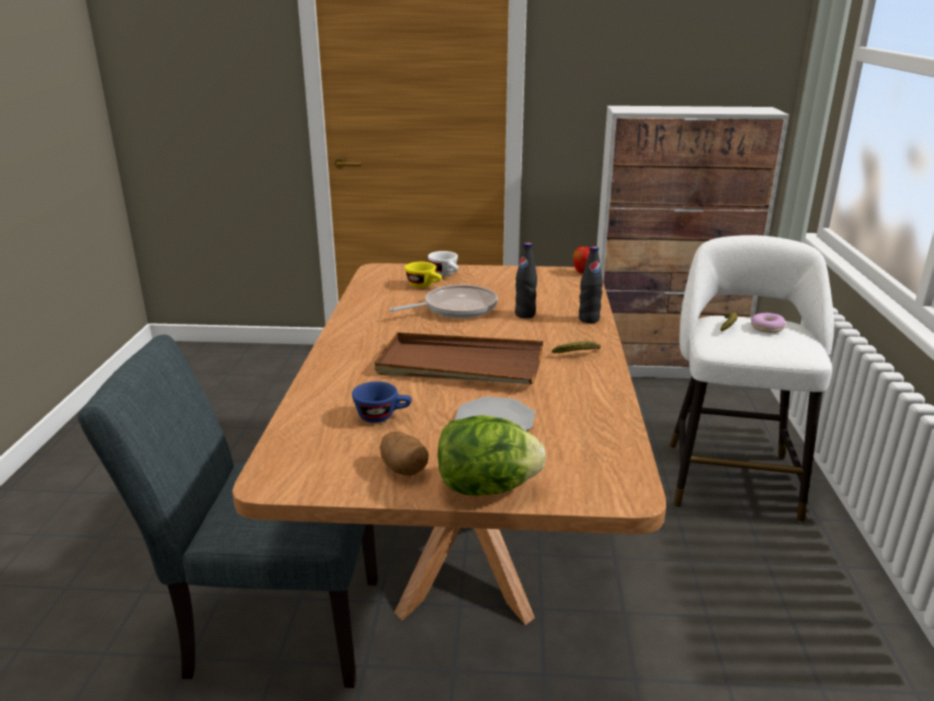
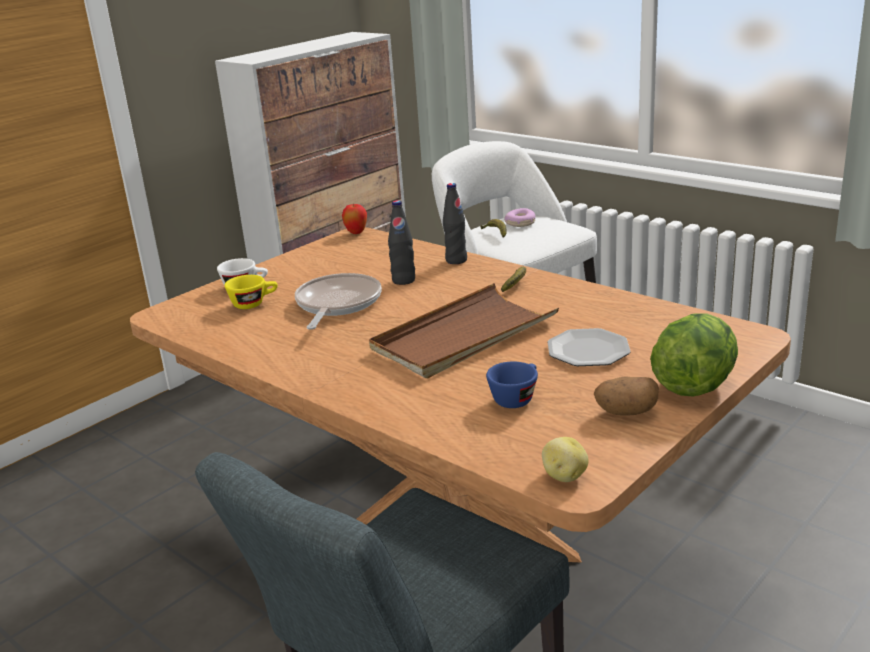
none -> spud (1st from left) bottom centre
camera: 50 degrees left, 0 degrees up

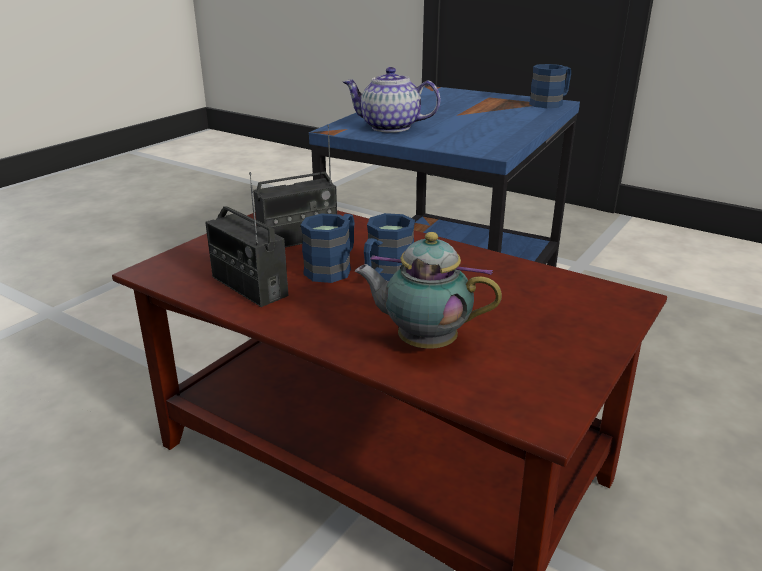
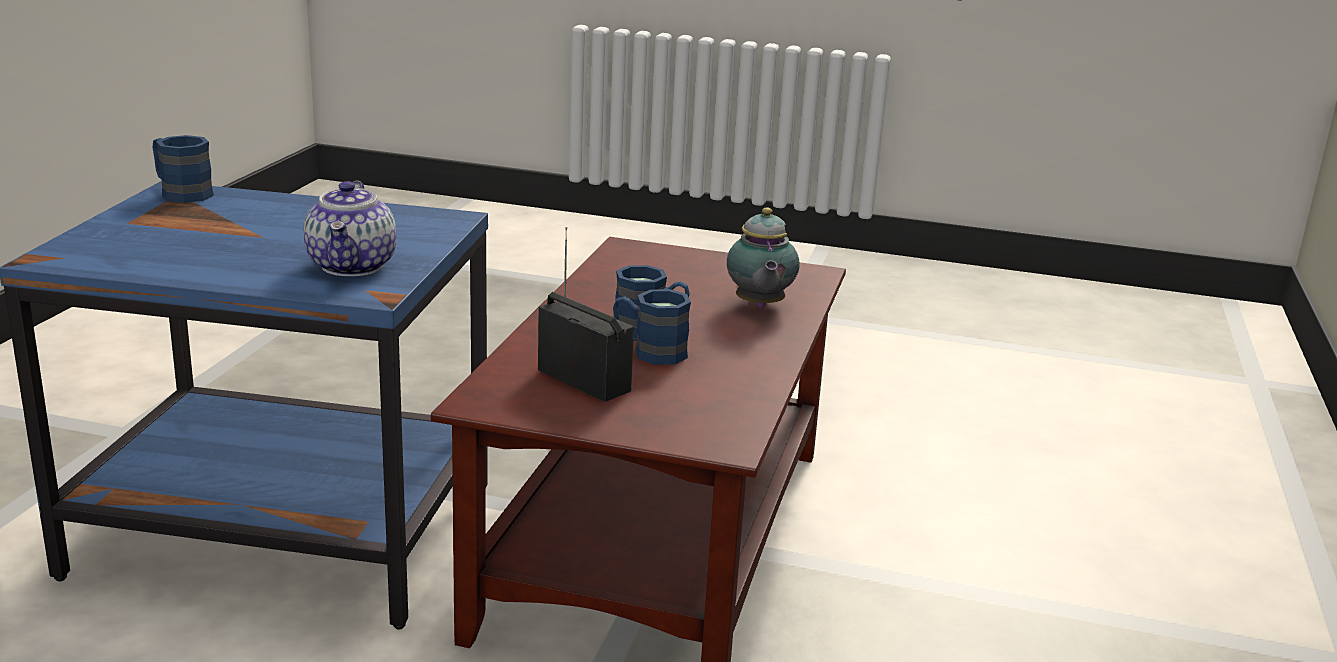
radio receiver (1st from left) middle left -> none
camera: 110 degrees left, 5 degrees down

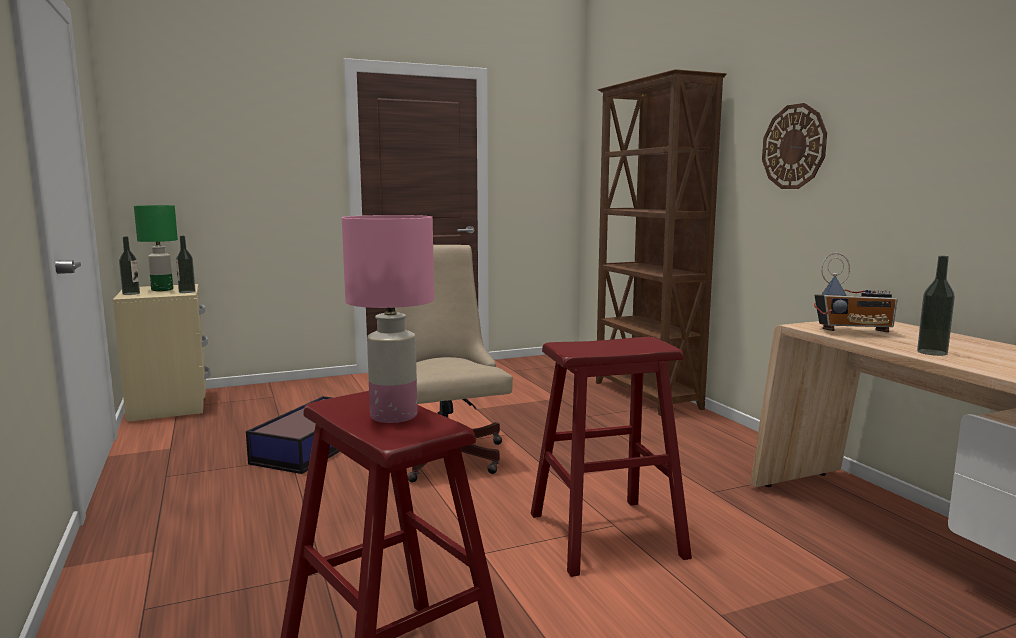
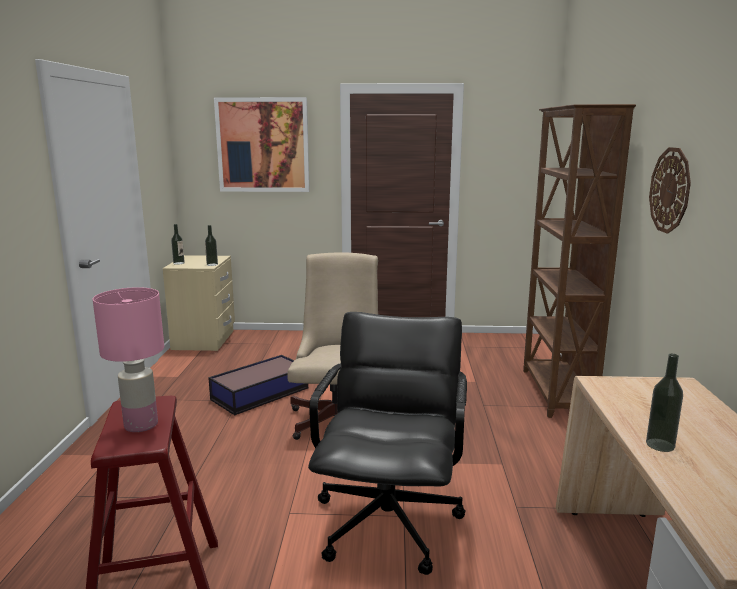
tabletop lamp (greenish) middle left -> none
radio receiver middle right -> none
none -> wall picture top centre
stool (red-coloured) (2nd from left) bottom centre -> computer chair (black) bottom centre
camera: 25 degrees right, 5 degrees up

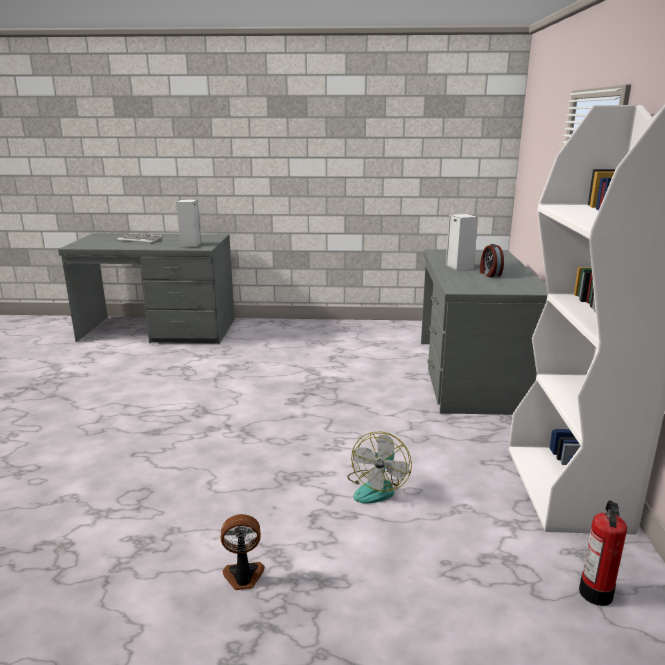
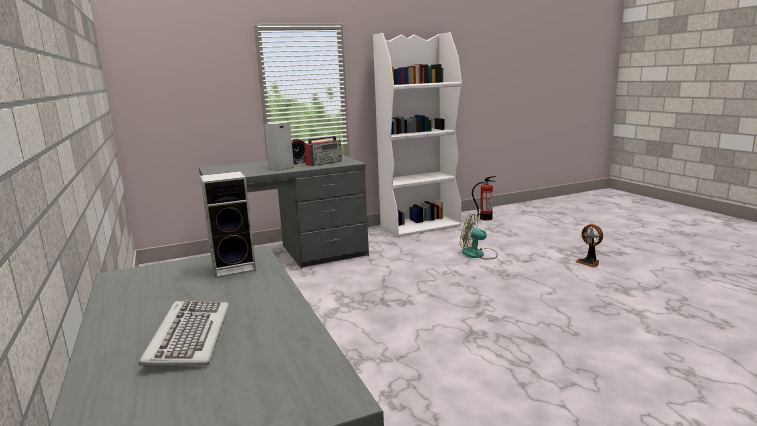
none -> radio receiver centre
fan (2nd from left in the first image) bottom centre -> fan (1st from left) centre, 150 degrees counterclockwise
camera: 115 degrees left, 5 degrees down

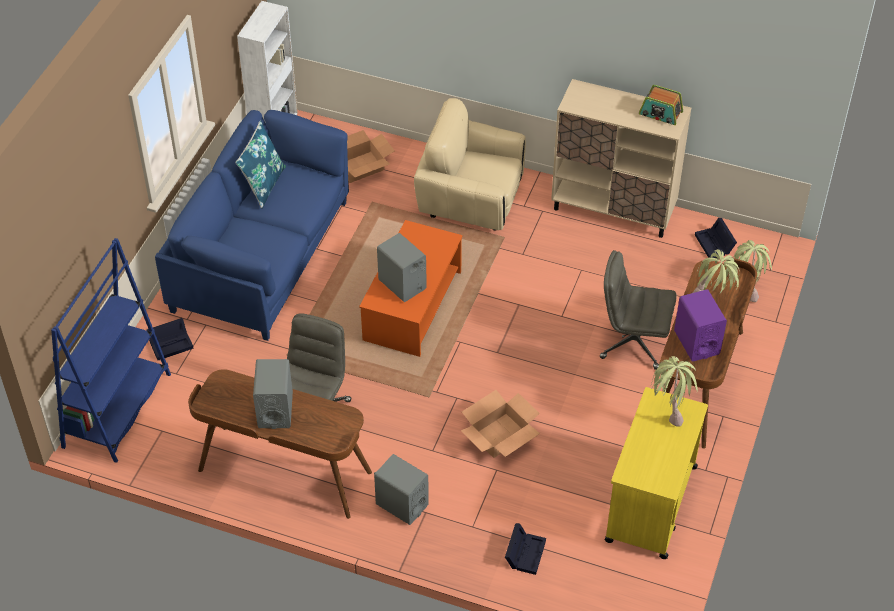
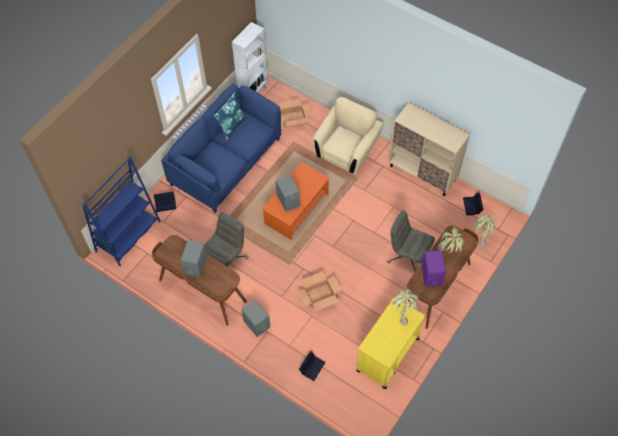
radio receiver top right -> none
easy chair (beige) top centre, 90 degrees clockwise
camera: 15 degrees right, 10 degrees up

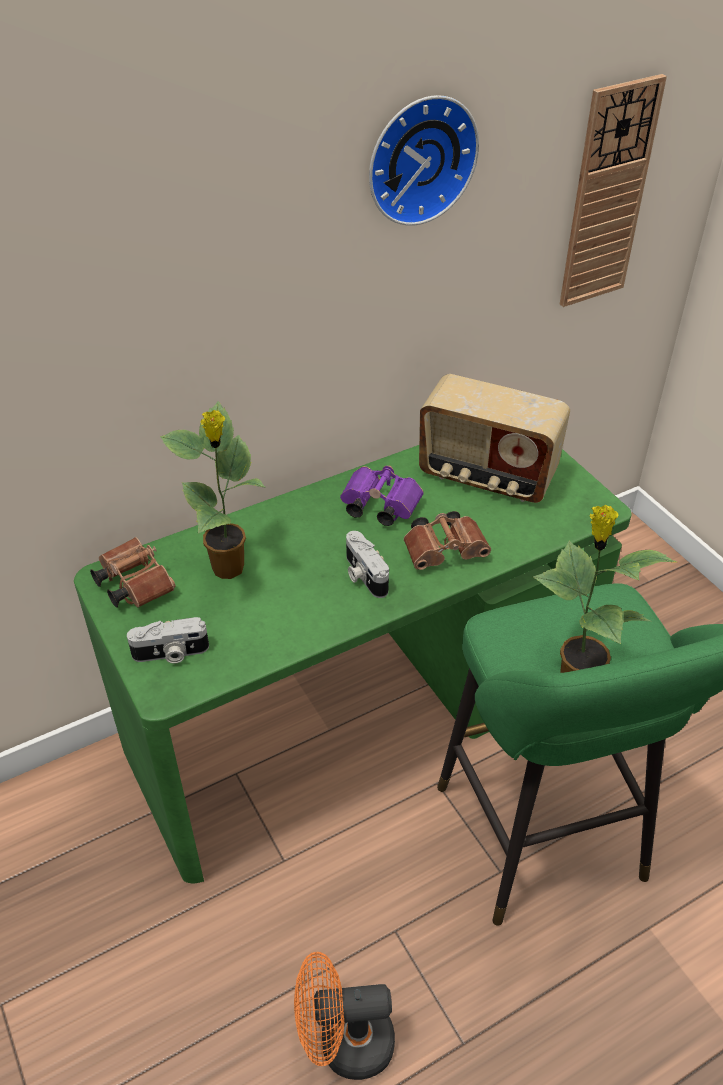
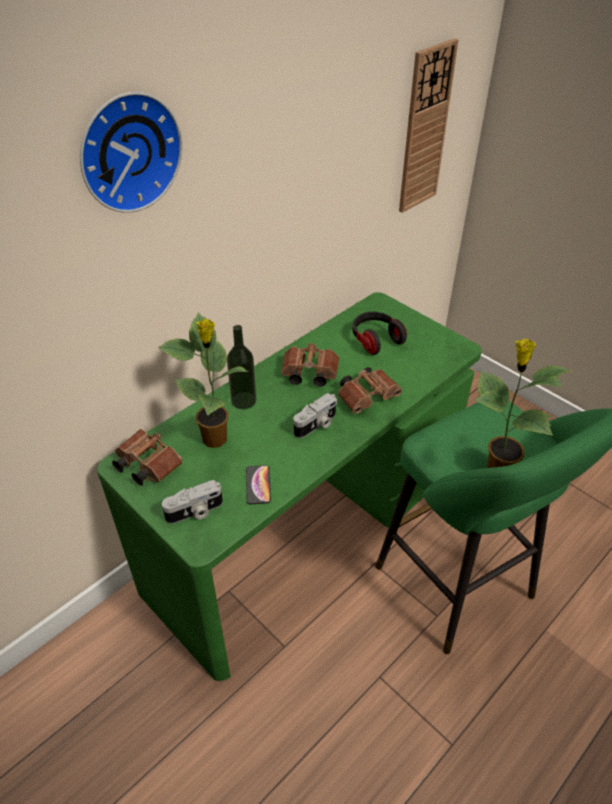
fan (orangey) bottom centre -> none
none -> drink bottle centre
none -> handset centre
hanging clock (1st from left) top centre -> hanging clock (1st from left) top left, moved
radio receiver middle right -> headphones centre
field glasses (purple) centre -> field glasses (brownish) (2nd from left) centre
photo camera (2nd from left) centre, 90 degrees counterclockwise
camera: 15 degrees left, 0 degrees up

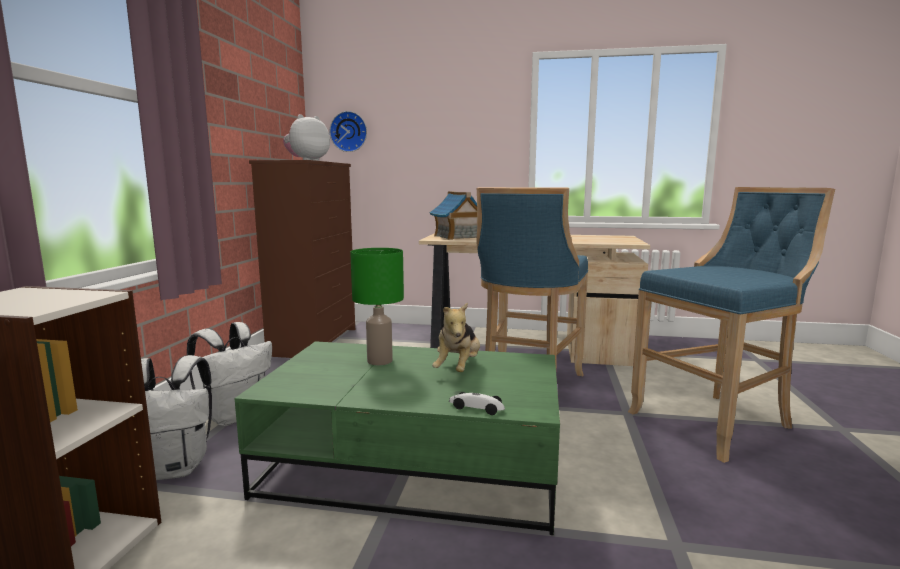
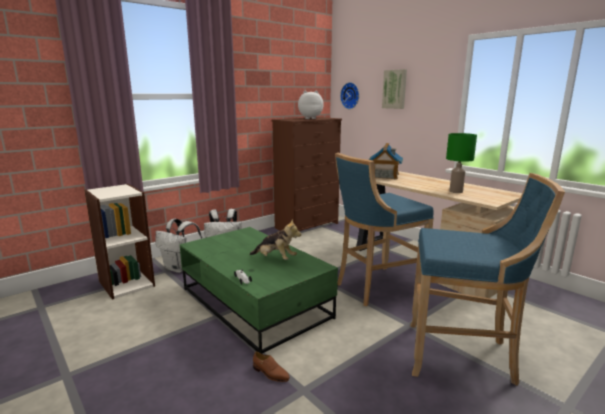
none -> shoe (brownish) bottom centre
none -> wall picture top centre
tabletop lamp (greenish) centre -> tabletop lamp (greenish) middle right, moved
plush toy (2nd from left in the first image) centre -> plush toy (1st from left) centre, 120 degrees counterclockwise
camera: 40 degrees right, 5 degrees up

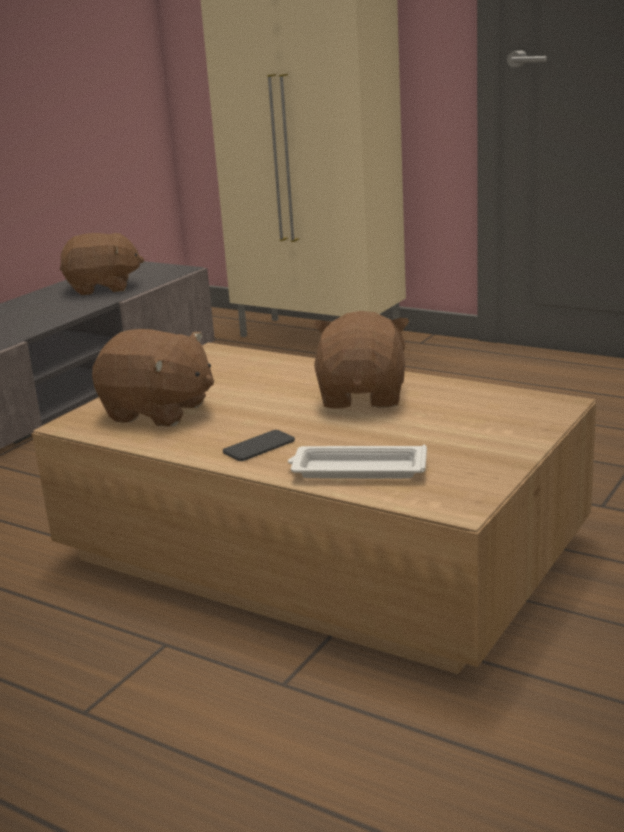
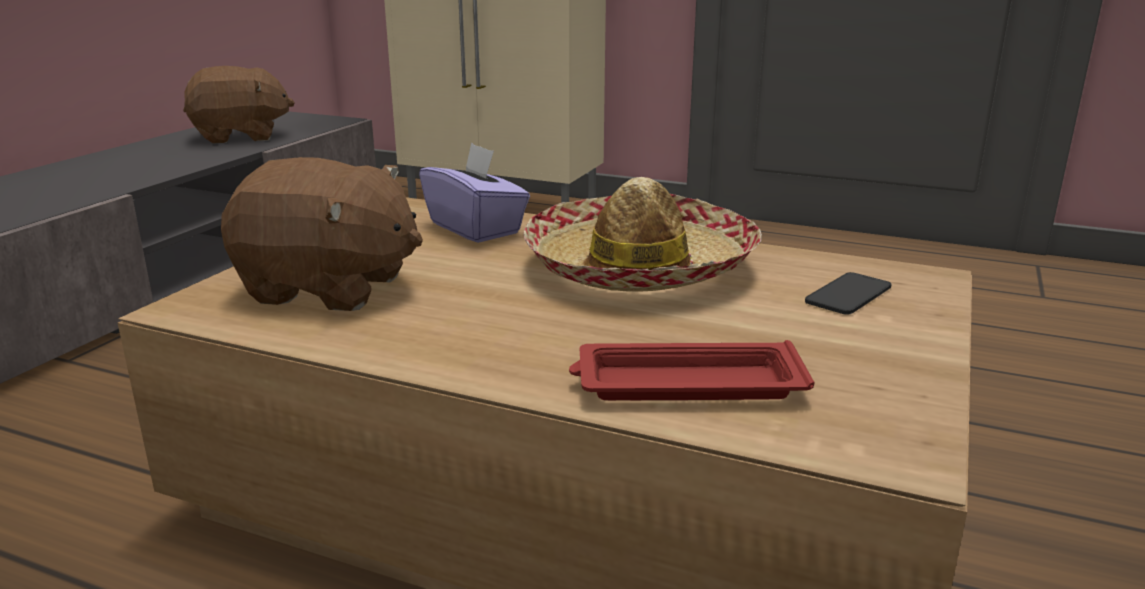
none -> tissue holder (purple) top centre
handset centre -> handset middle right, moved
plush toy (brownish) (3rd from left) centre -> clothing hat centre
tray (white) centre -> tray (red-coloured) centre
camera: 10 degrees left, 0 degrees up

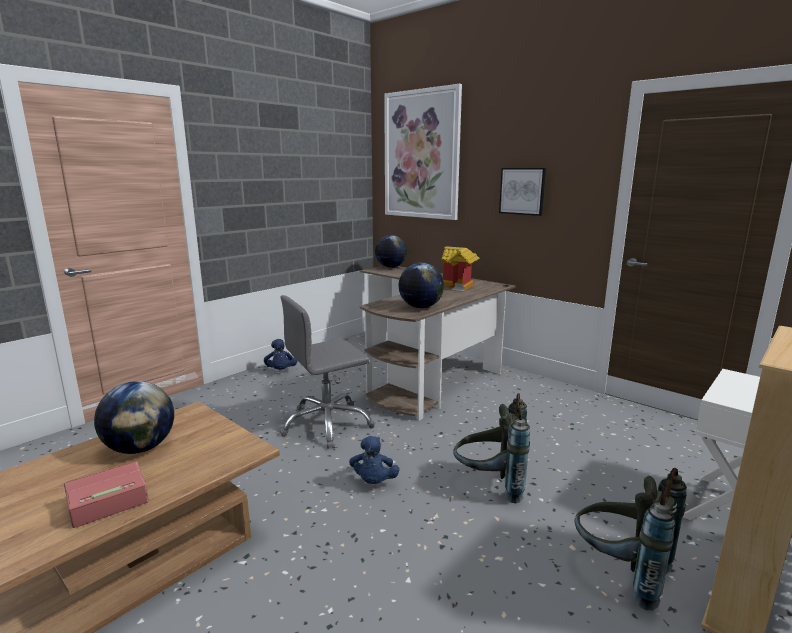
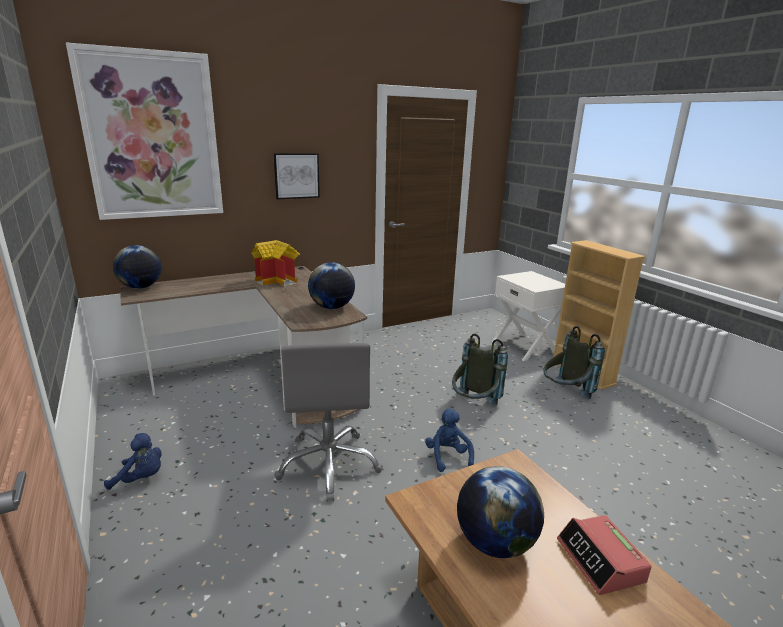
plush toy (bluish) (2nd from left) bottom centre, 120 degrees counterclockwise
camera: 70 degrees left, 5 degrees up

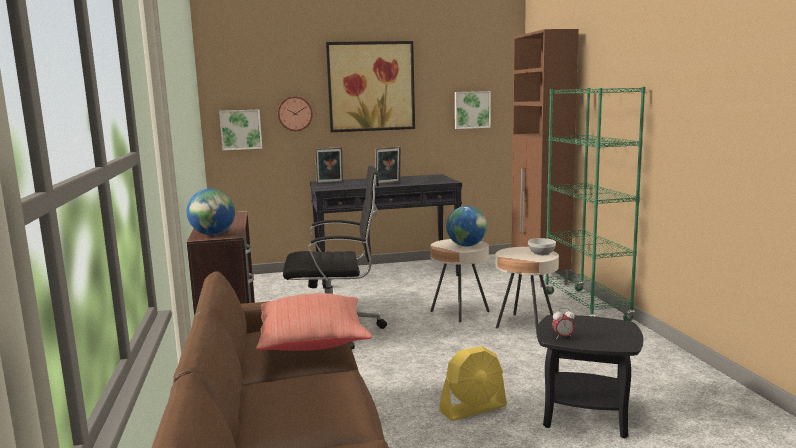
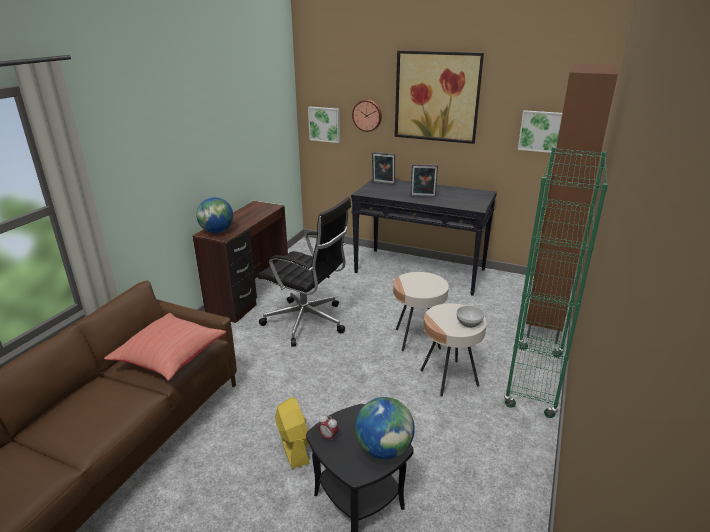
desk globe (2nd from left) centre -> desk globe (2nd from left) bottom centre, moved
fan (yellow) bottom centre, 120 degrees counterclockwise
camera: 35 degrees right, 15 degrees up

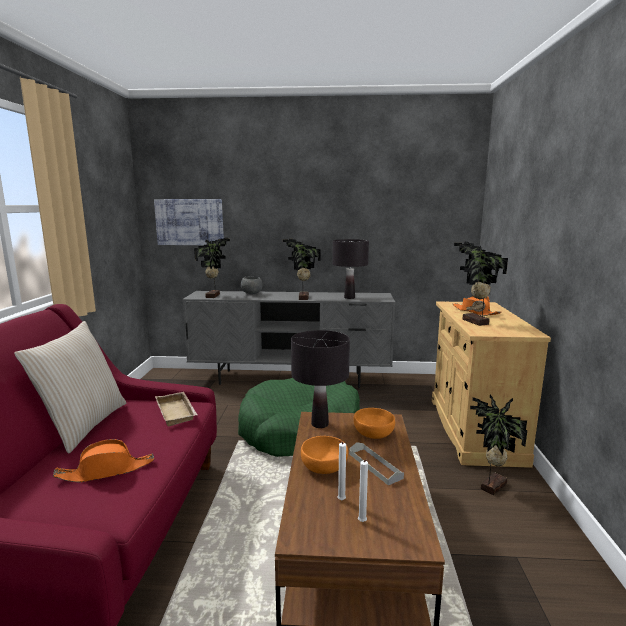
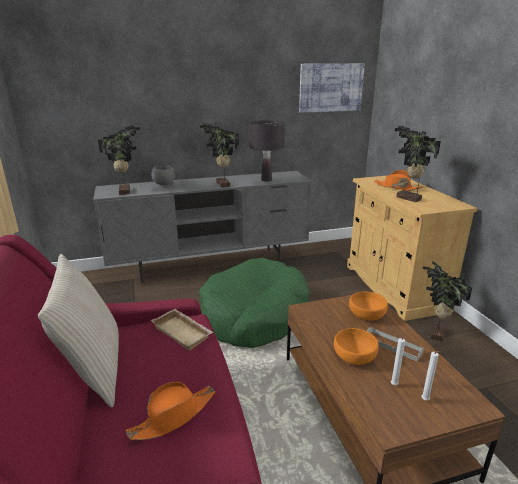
tabletop lamp (black) (1st from left) centre -> none
wall picture middle left -> wall picture top centre, moved
camera: 20 degrees left, 10 degrees up

